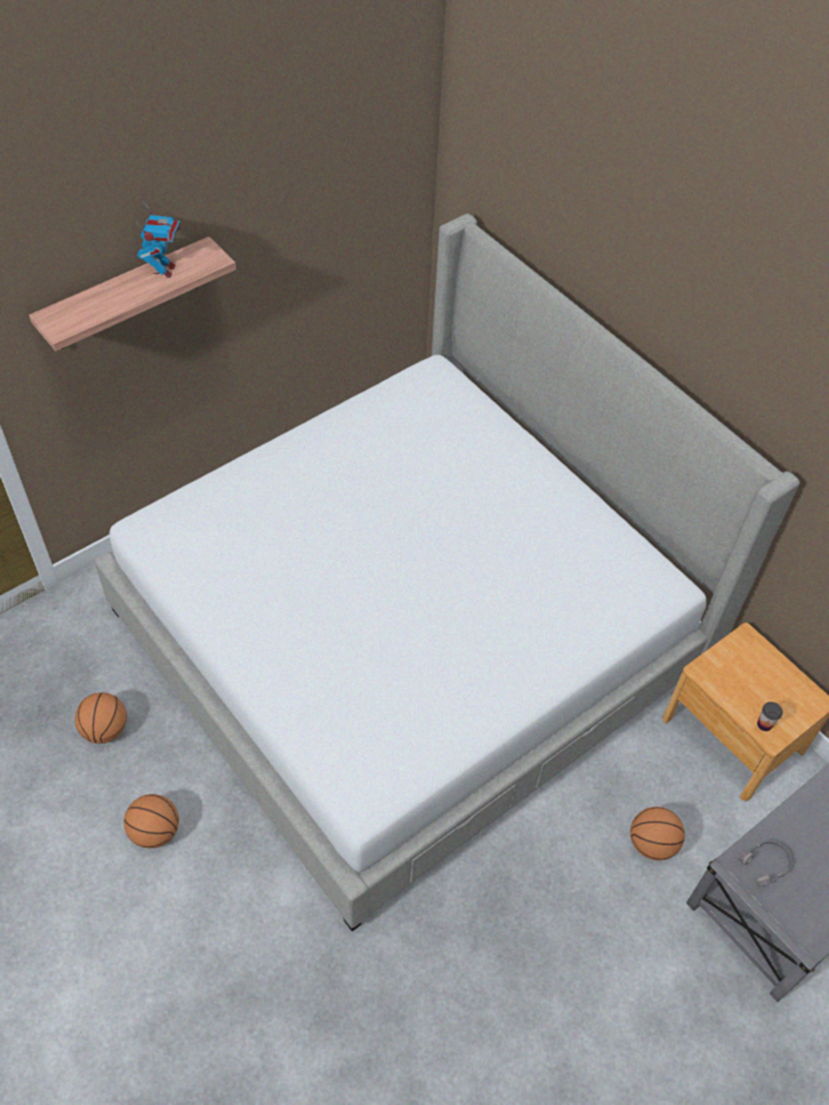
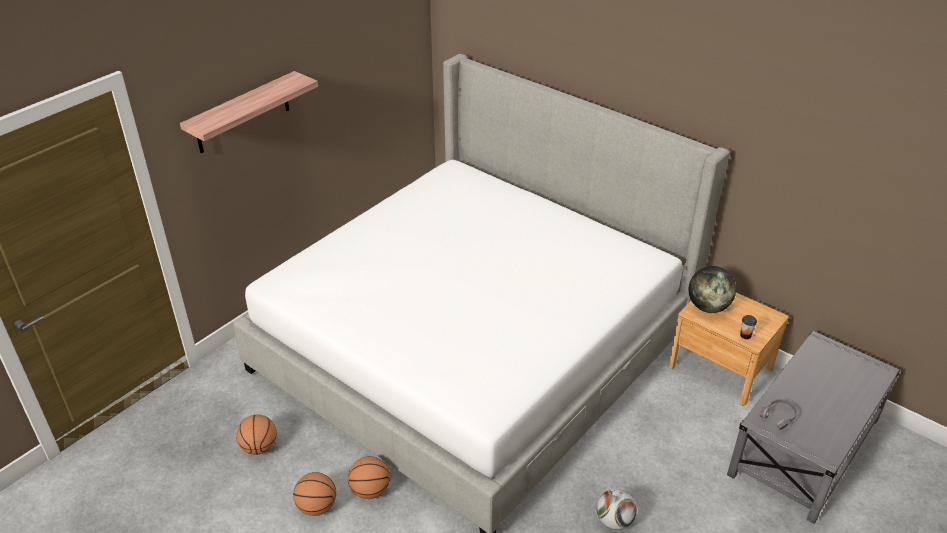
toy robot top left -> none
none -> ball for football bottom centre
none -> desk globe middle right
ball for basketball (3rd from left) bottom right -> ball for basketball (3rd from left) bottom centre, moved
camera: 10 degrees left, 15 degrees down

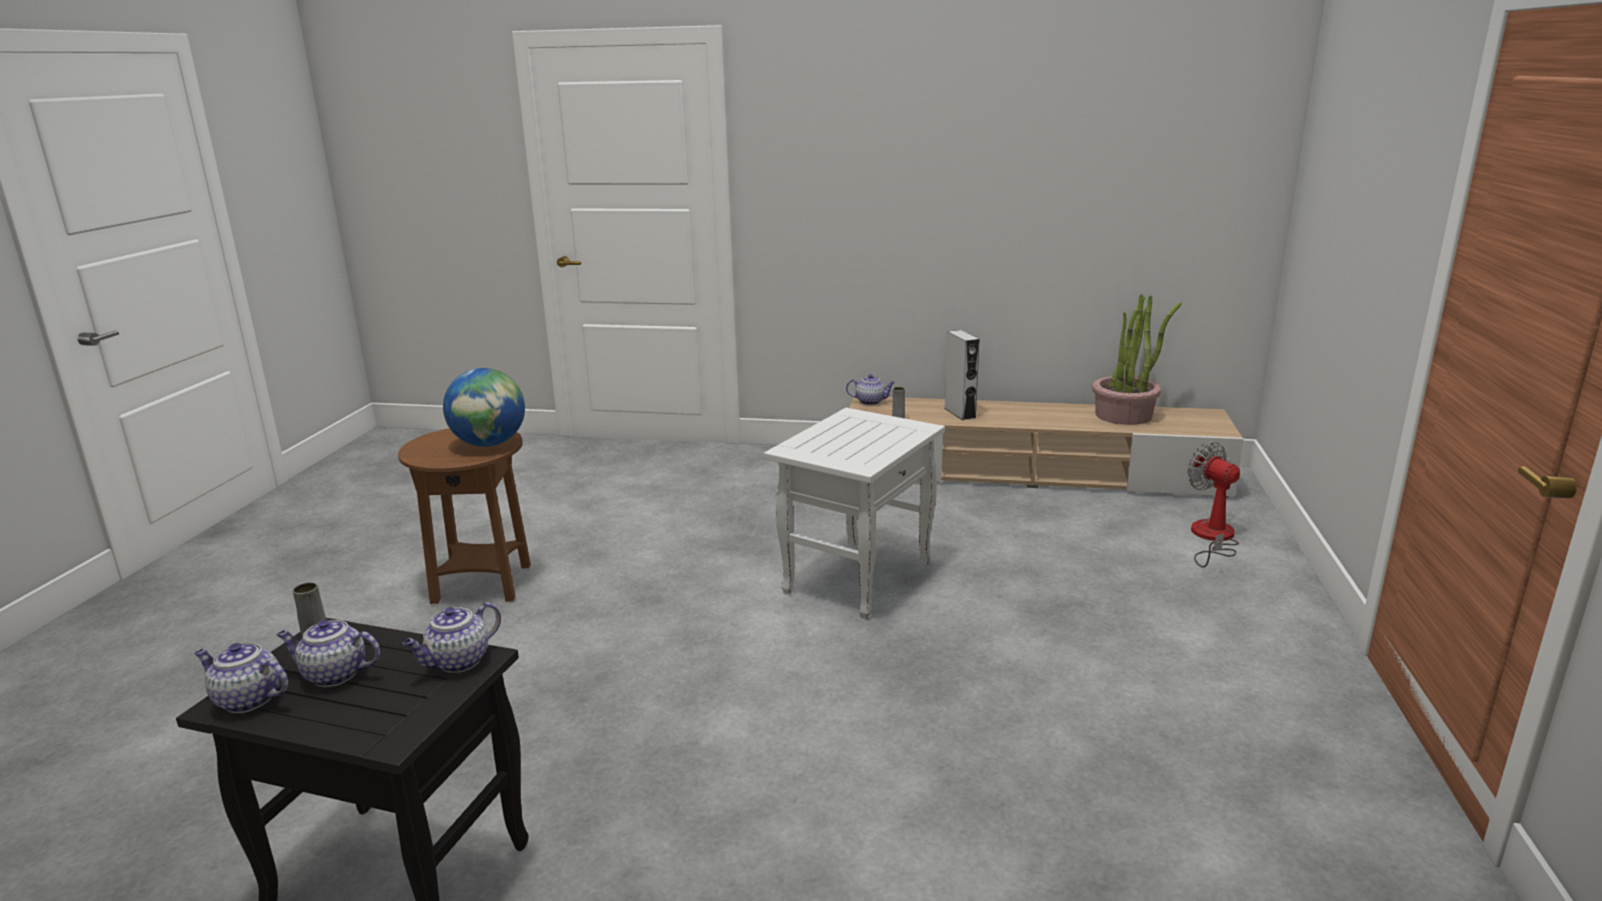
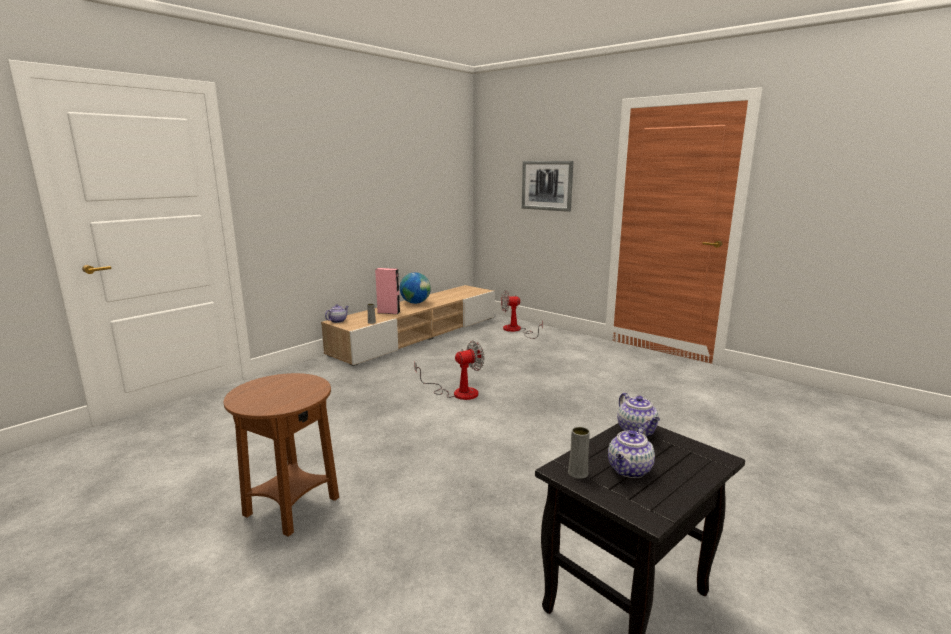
pot for tea (1st from left) bottom left -> none
houseplant middle right -> none
none -> wall picture top centre
desk globe middle left -> desk globe centre, moved
accent table (white) centre -> fan (1st from left) centre
loudspeaker (grey) centre -> loudspeaker (pinkish) centre
camera: 60 degrees left, 5 degrees down

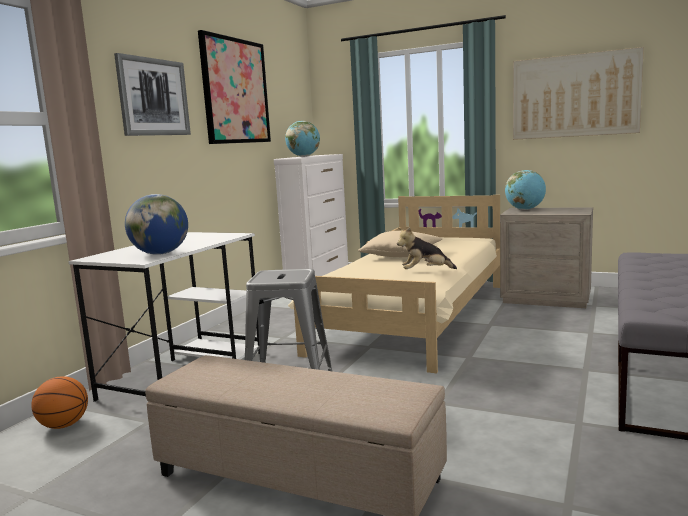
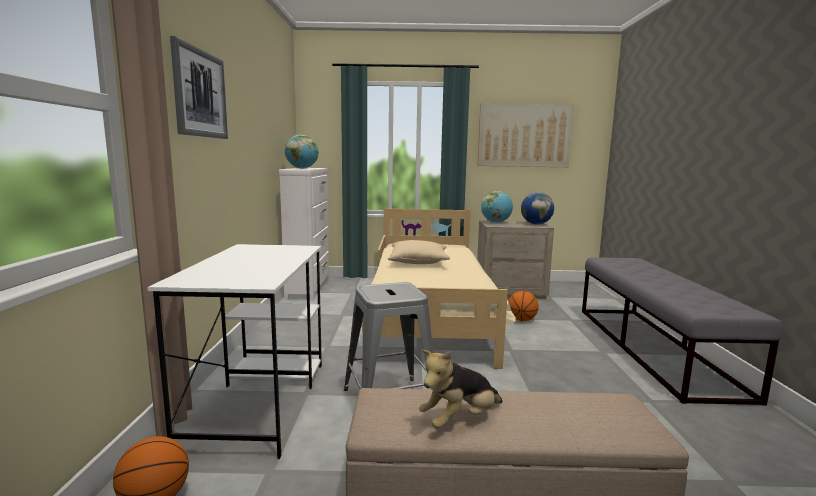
wall picture (2nd from left) top centre -> none
none -> ball for basketball (2nd from left) centre
desk globe (1st from left in the first image) middle left -> desk globe (3rd from left) centre, moved
plush toy centre -> plush toy bottom centre, moved
camera: 25 degrees left, 0 degrees up

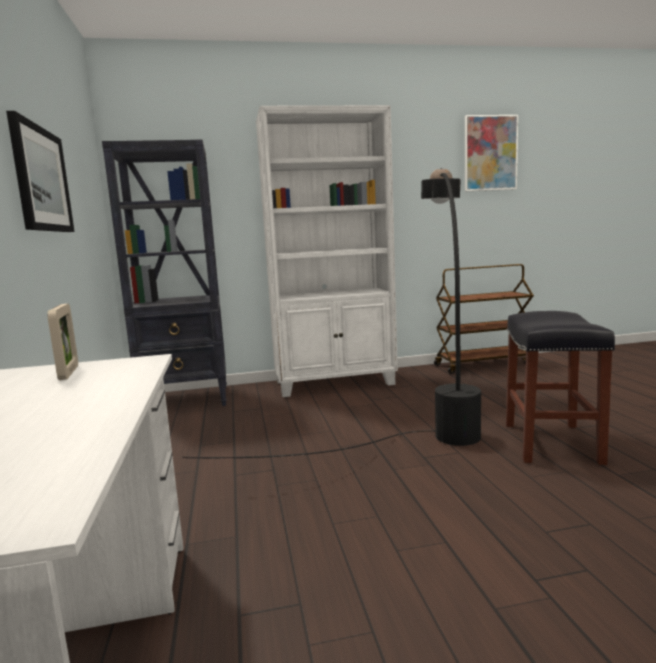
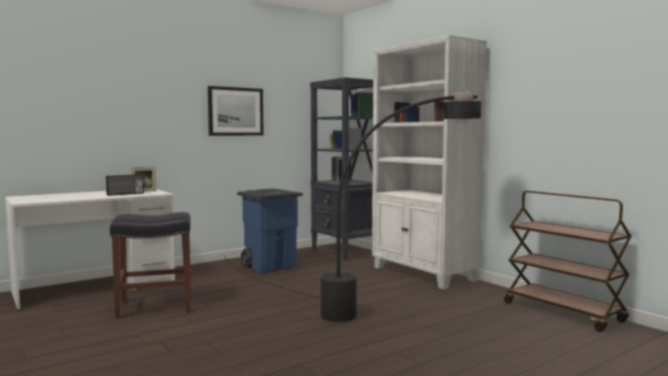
wall picture (2nd from left) top right -> none
none -> radio receiver middle left
none -> rubbish bin (bluish) centre
stool (black) middle right -> stool (black) bottom left, moved
camera: 65 degrees right, 5 degrees down

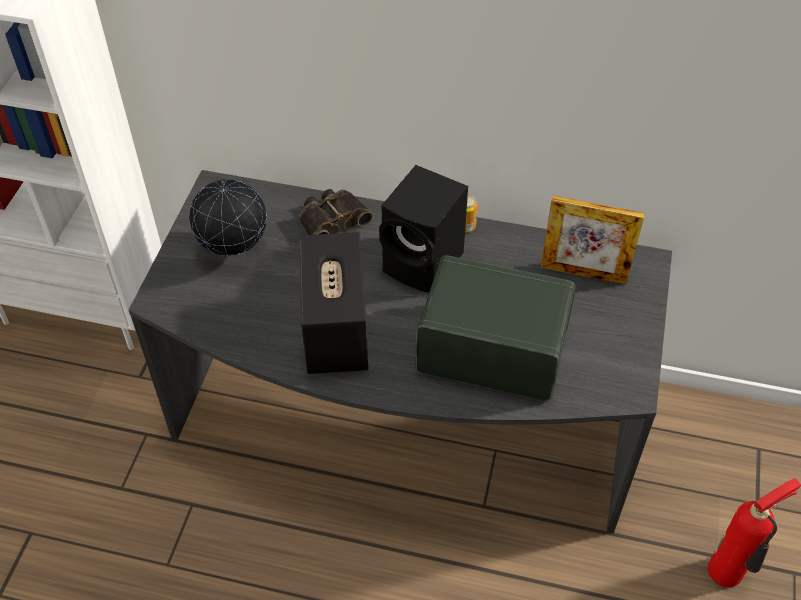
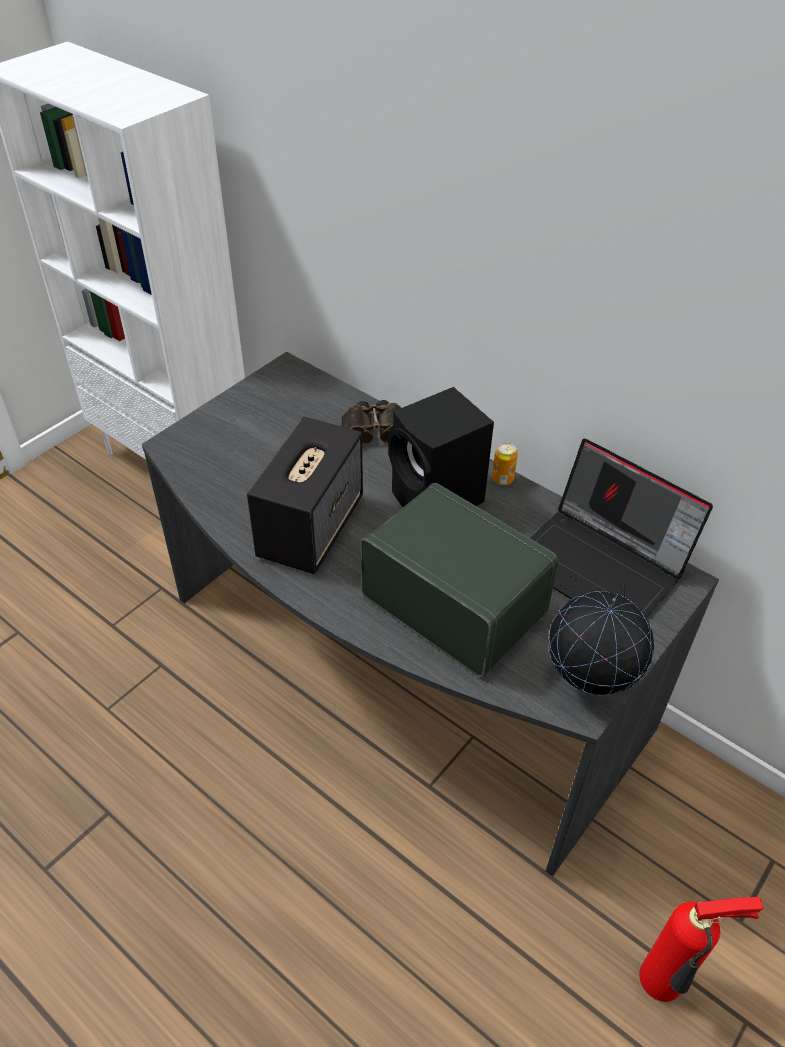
desk globe middle left -> desk globe middle right, moved
standing frame middle right -> notebook computer middle right
camera: 25 degrees right, 5 degrees down

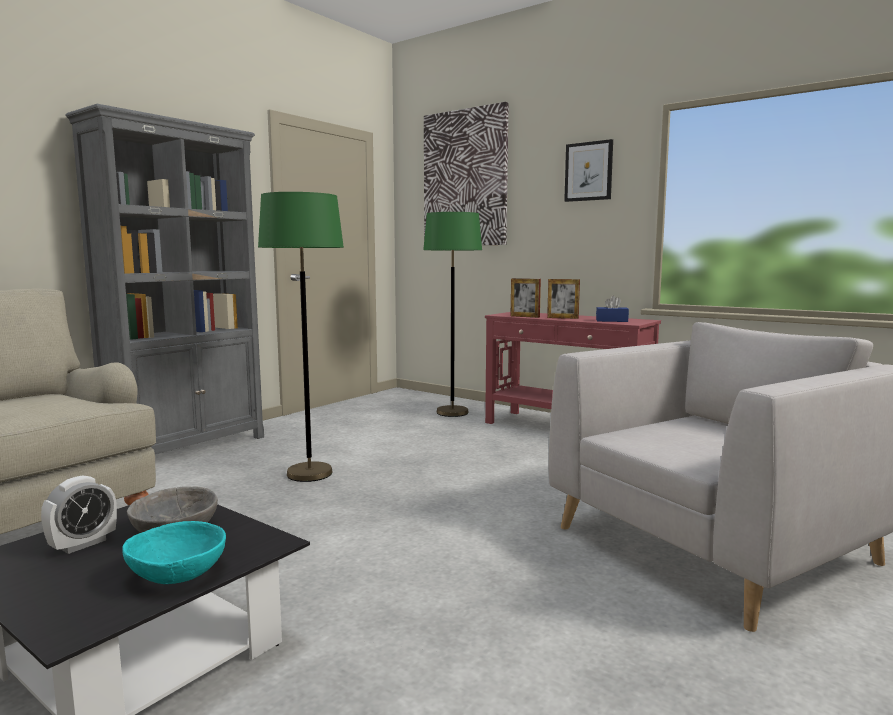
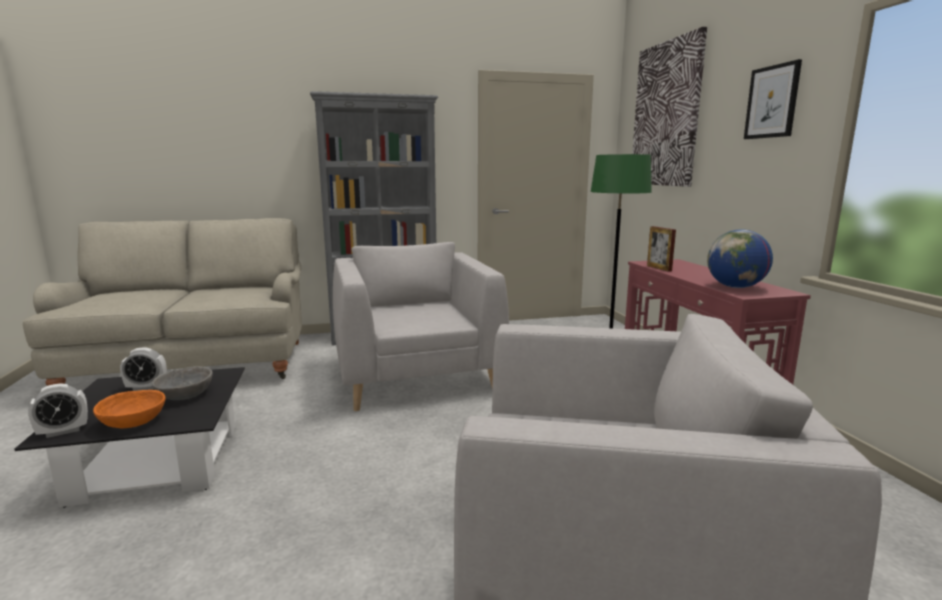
standing frame (2nd from left) centre -> none
none -> table clock (1st from left) bottom left
standing lamp (greenish) (1st from left) centre -> easy chair (grey) (1st from left) centre
tissue holder (bluish) middle right -> desk globe middle right
bowl (turquoise) bottom left -> bowl (orangey) bottom left
camera: 40 degrees right, 5 degrees up

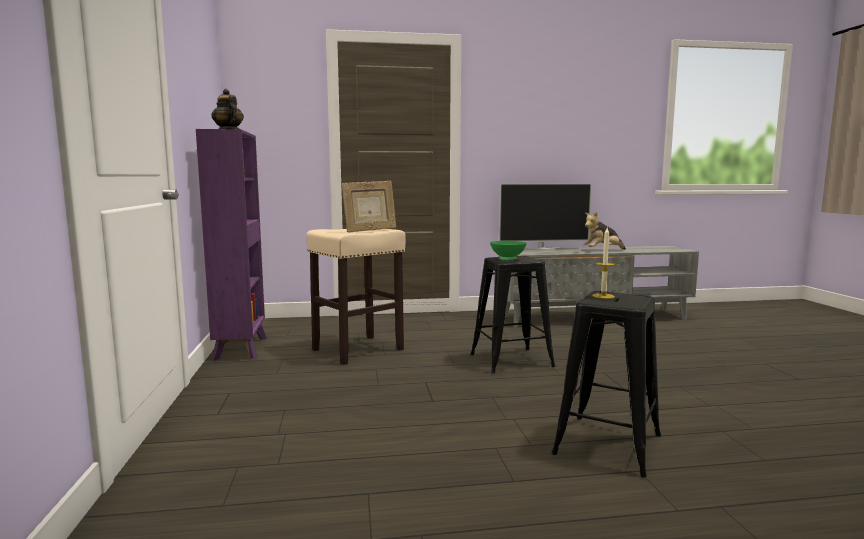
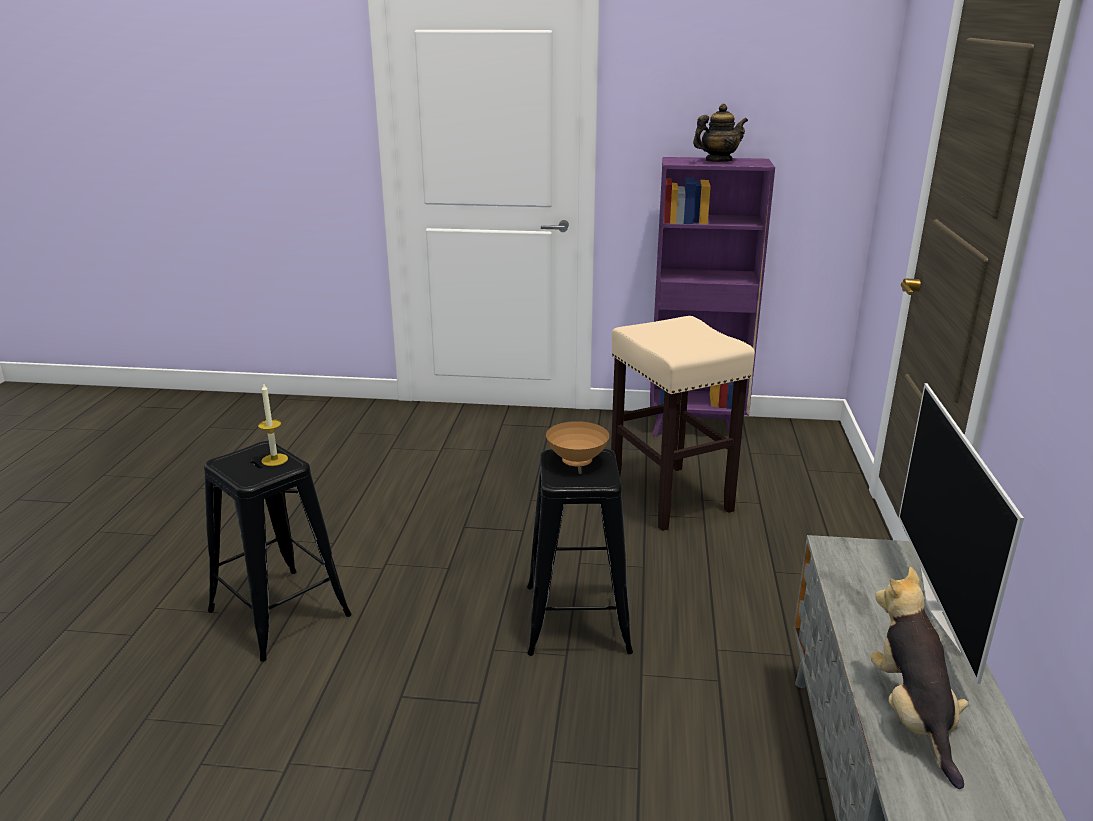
standing frame centre -> none
bowl (greenish) centre -> bowl (brownish) centre
camera: 105 degrees right, 15 degrees up

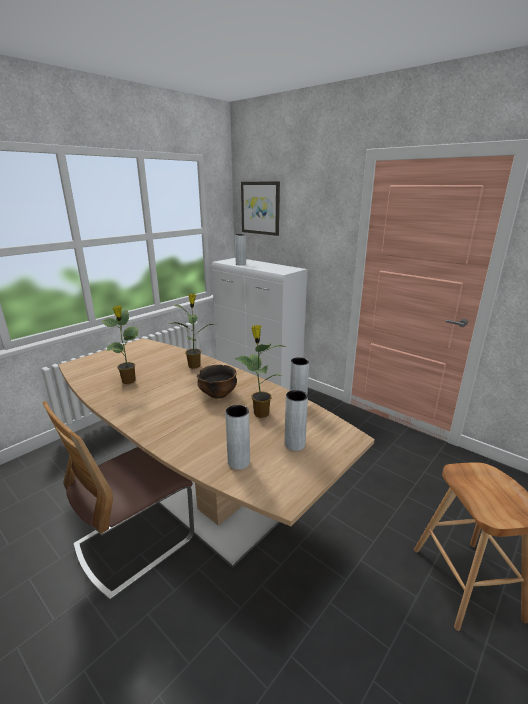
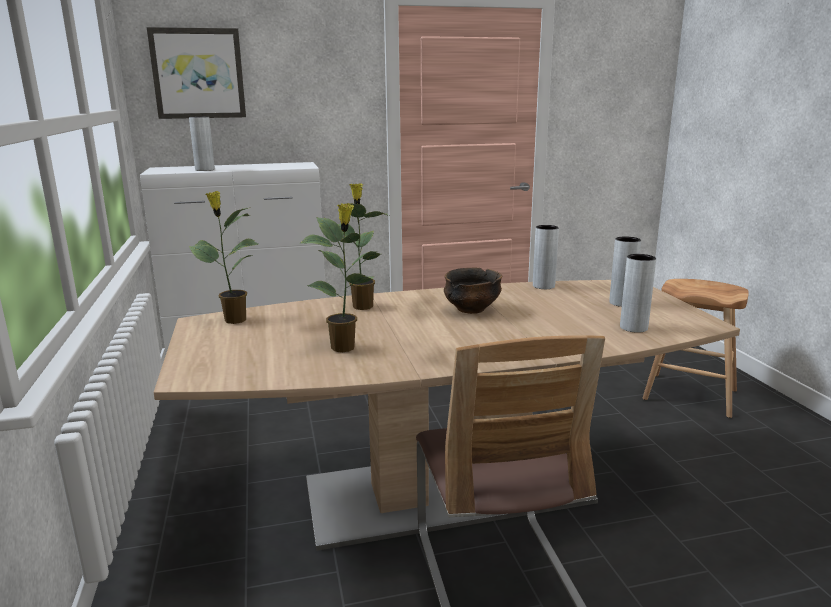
houseplant (3rd from left in the first image) centre -> houseplant (1st from left) middle left, moved
camera: 55 degrees left, 5 degrees down

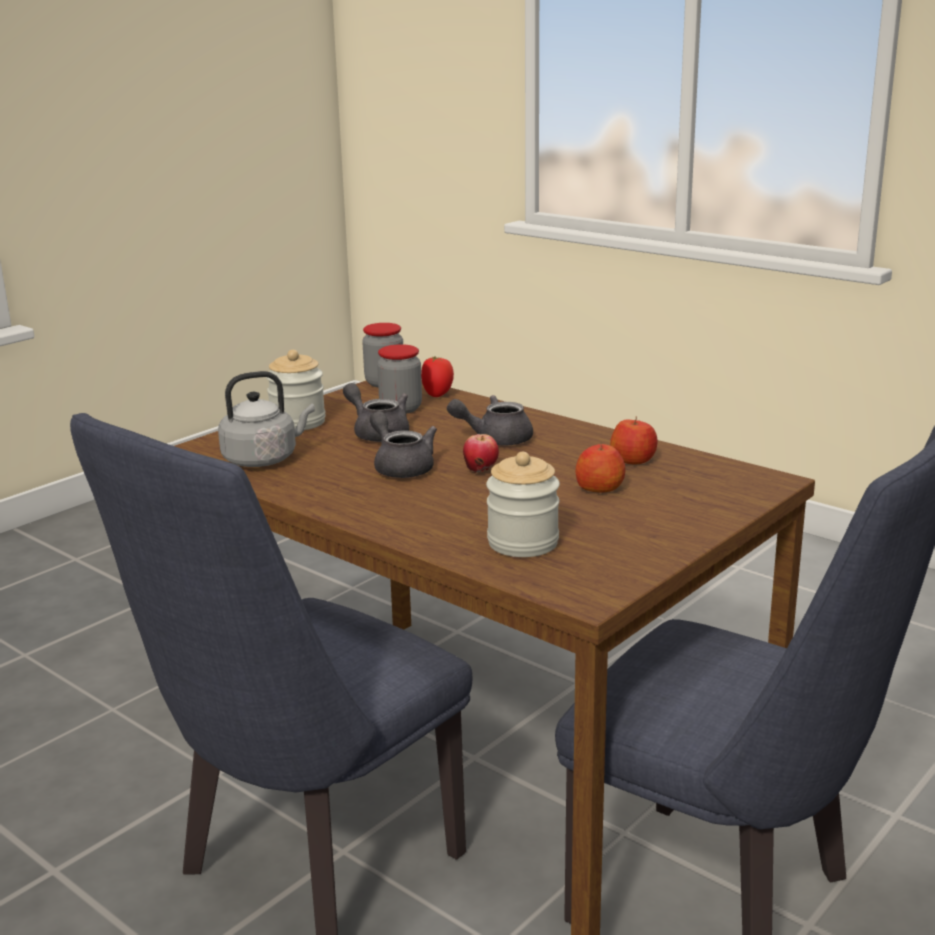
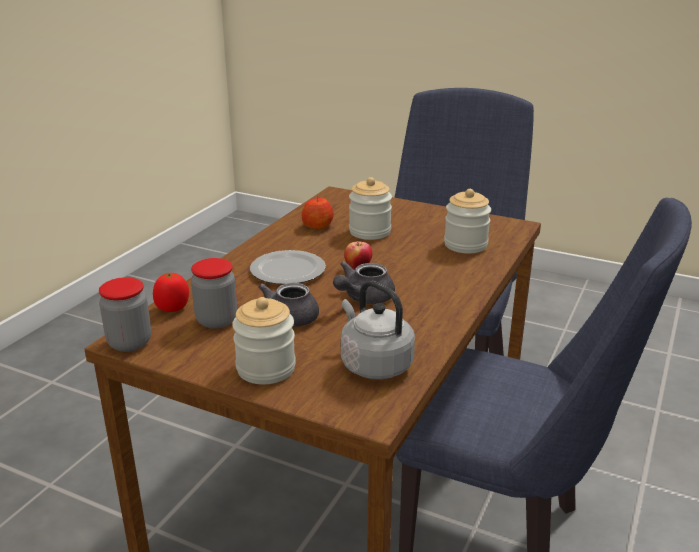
pot for tea (grey) (3rd from left) centre -> dinner plate centre
apple fruit (2nd from left) centre -> jar (4th from left) centre
camera: 105 degrees left, 5 degrees up

